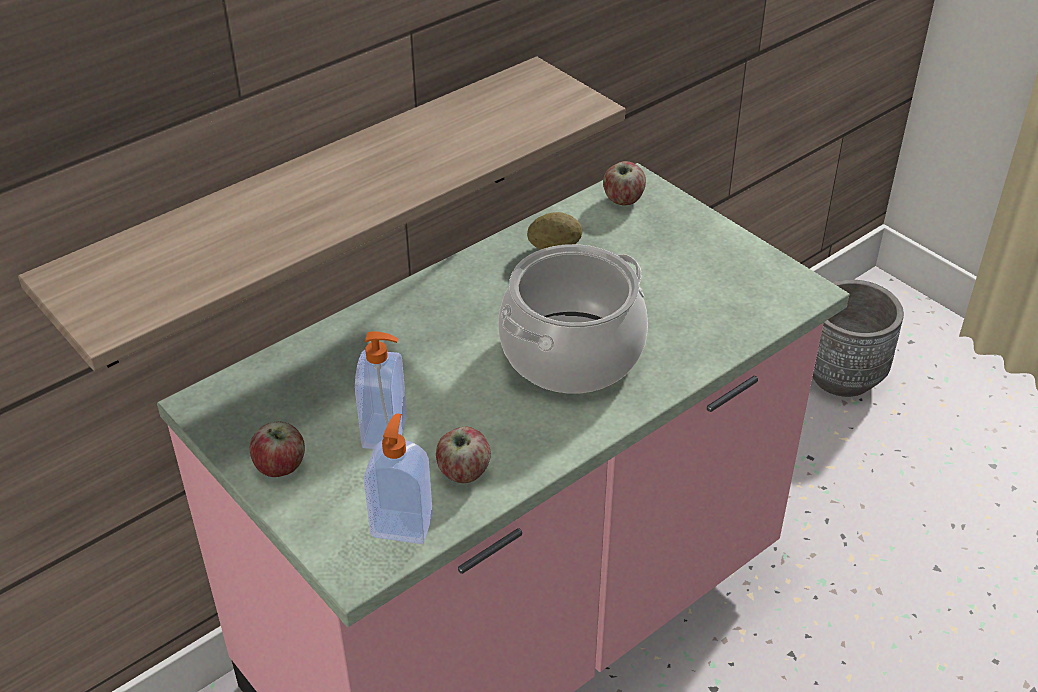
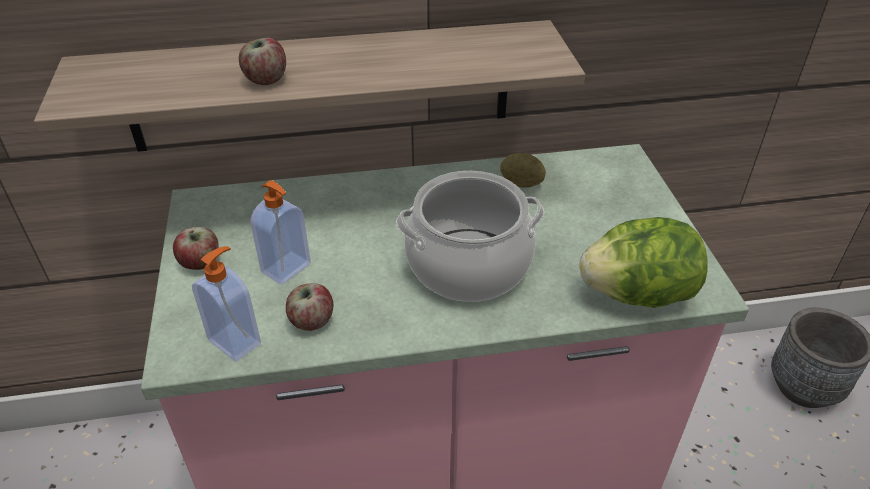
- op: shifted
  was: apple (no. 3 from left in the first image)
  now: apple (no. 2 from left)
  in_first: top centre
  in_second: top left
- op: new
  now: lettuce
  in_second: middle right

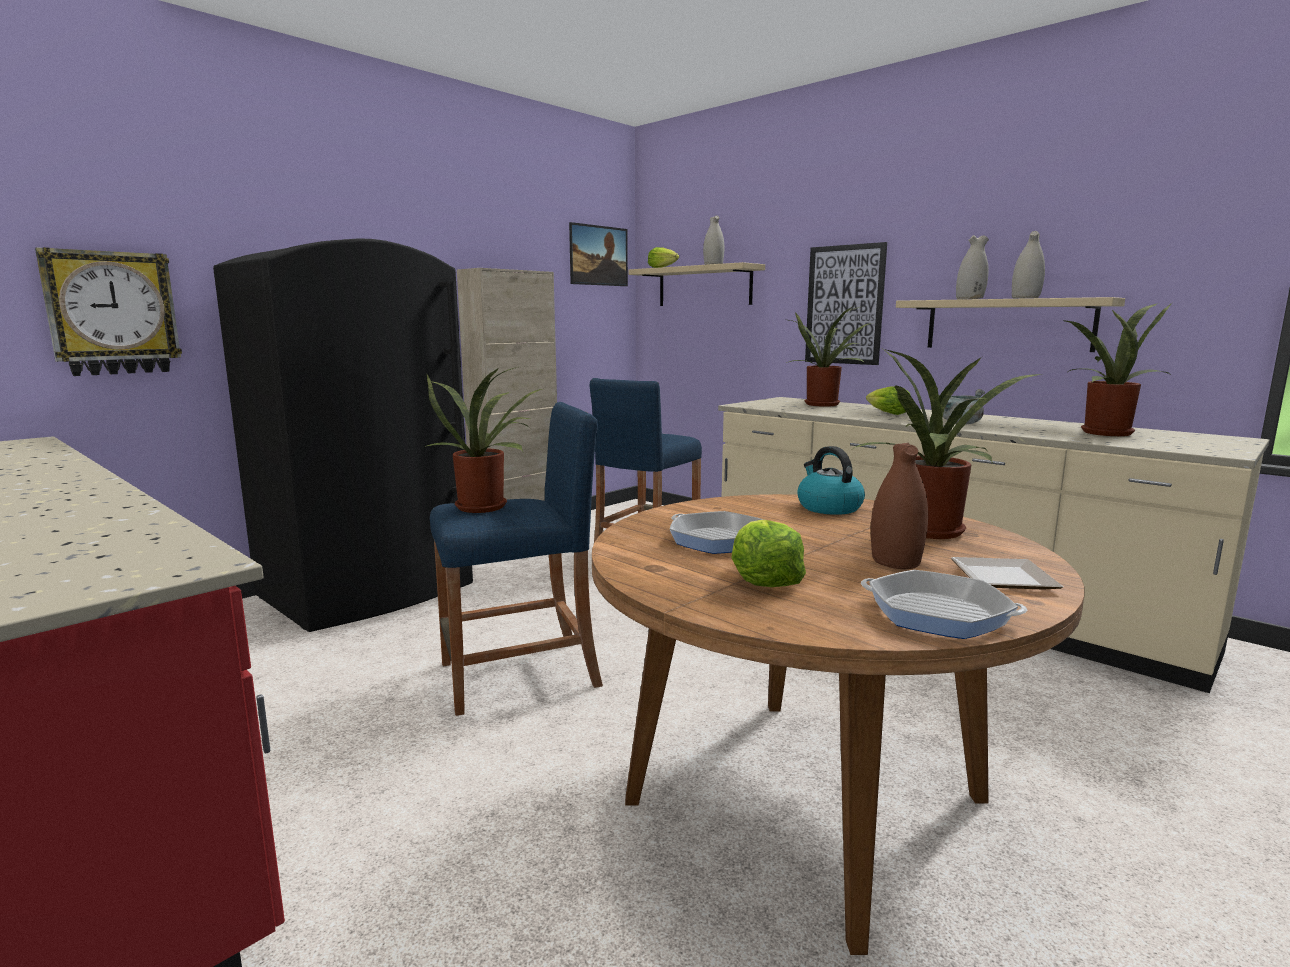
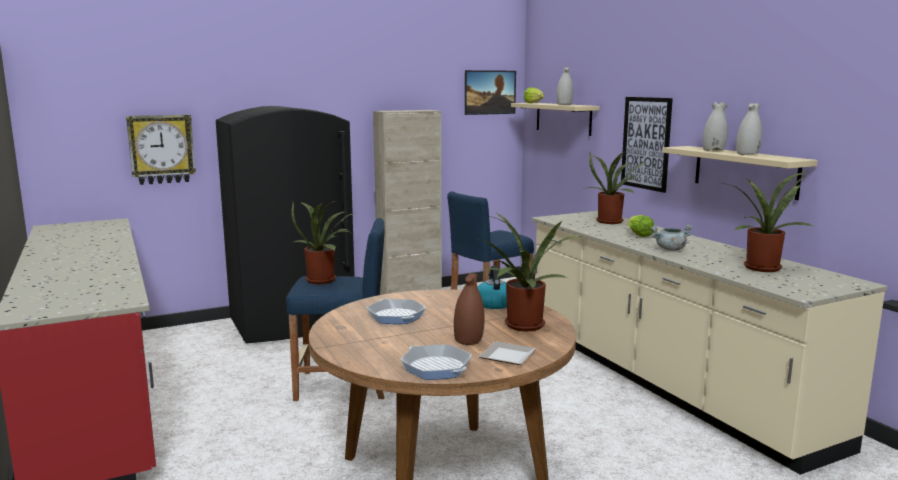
- op: gone
  was: lettuce (no. 2 from left)
  in_first: centre

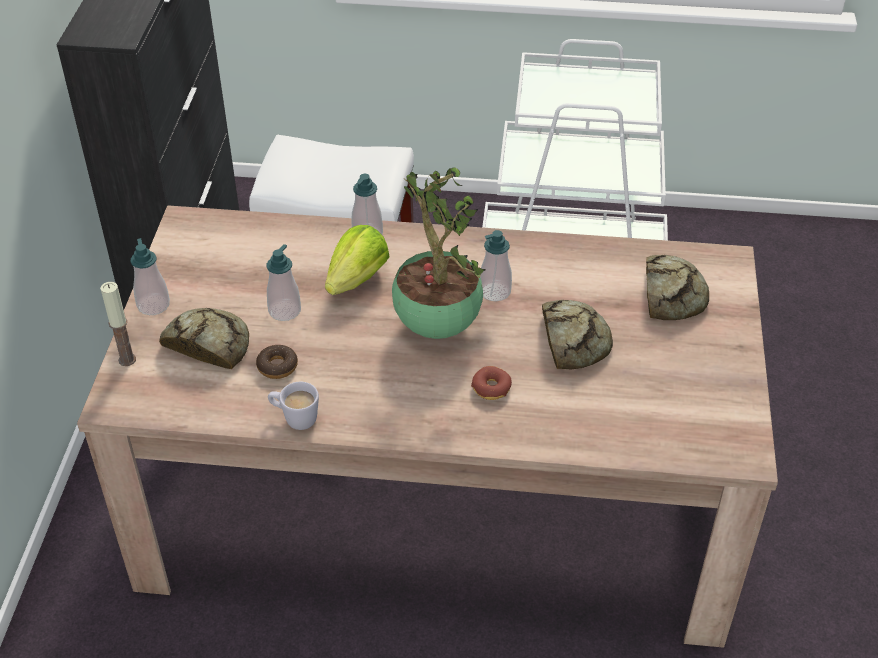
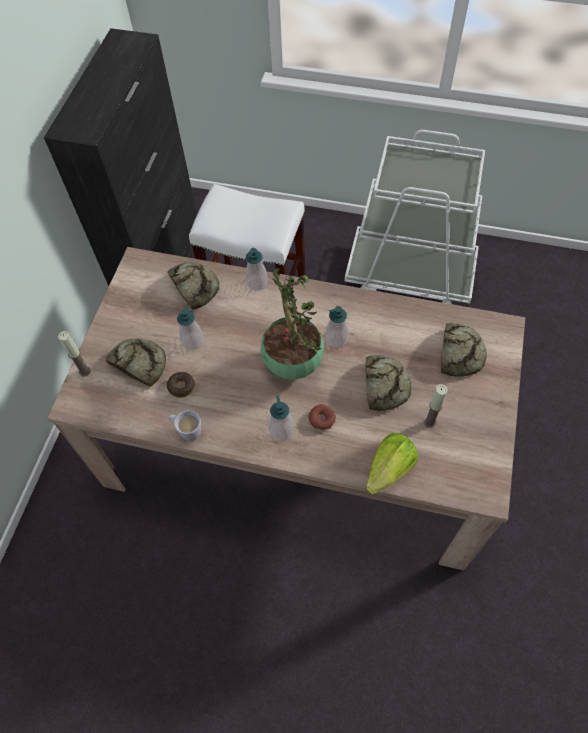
- op: shifted
  was: lettuce
  in_first: centre
  in_second: middle right
- op: shifted
  was: soap dispenser (no. 1 from left in the first image)
  now: soap dispenser (no. 3 from left)
  in_first: middle left
  in_second: centre
- op: new
  now: bread (no. 2 from left)
  in_second: middle left
- op: new
  now: candle (no. 2 from left)
  in_second: middle right

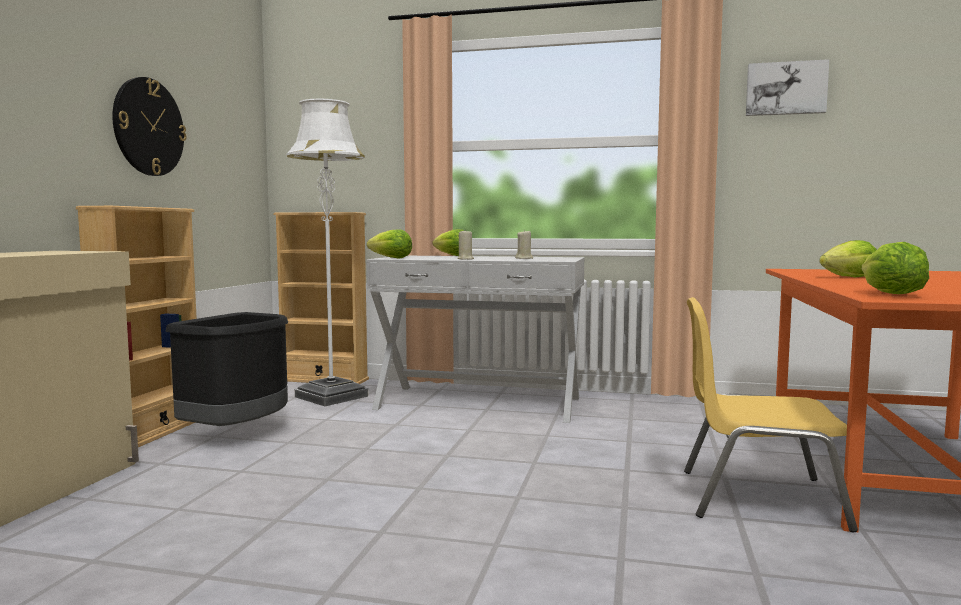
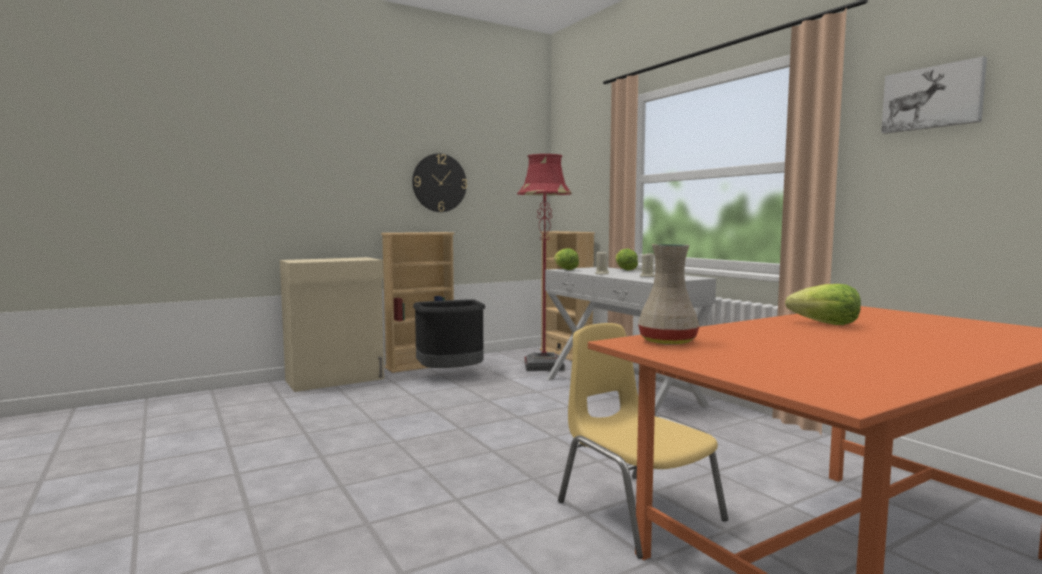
- op: repainted
  was: white floor lamp
  now: red floor lamp
  in_first: centre
  in_second: centre
- op: swapped
  was: lettuce (no. 4 from left)
  now: beige vase
  in_first: middle right
  in_second: centre

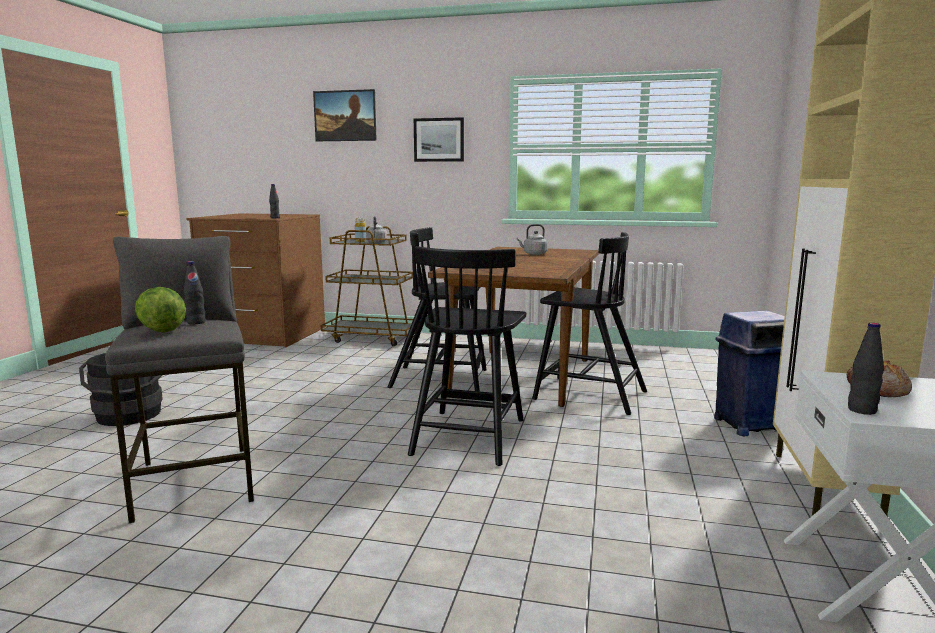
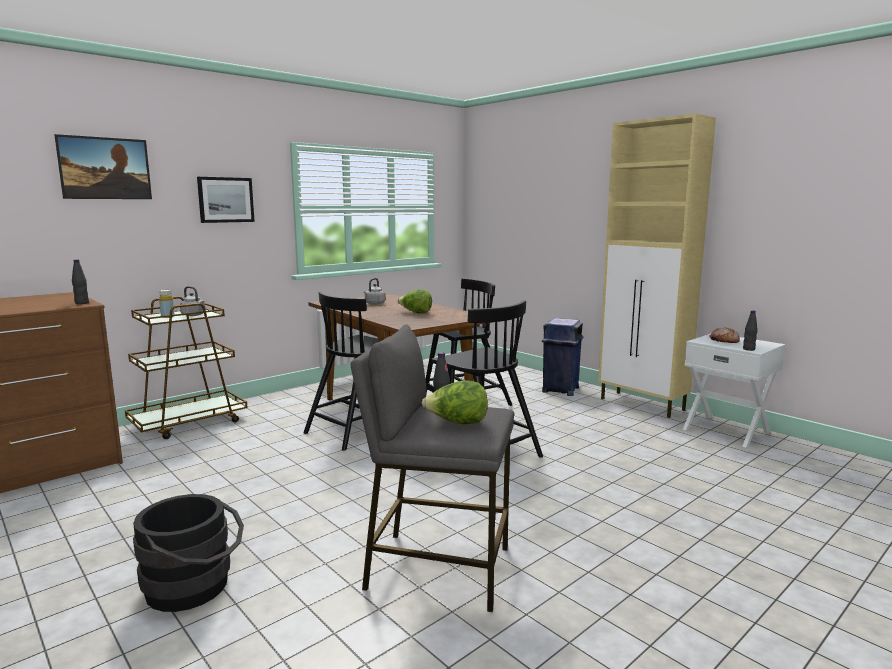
- op: new
  now: lettuce (no. 1 from left)
  in_second: centre

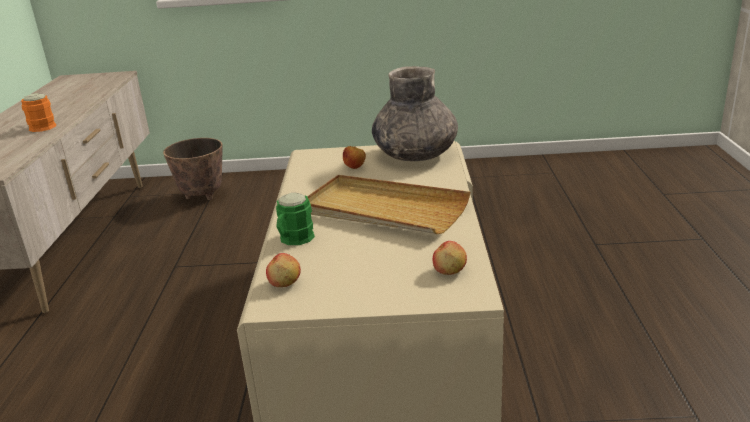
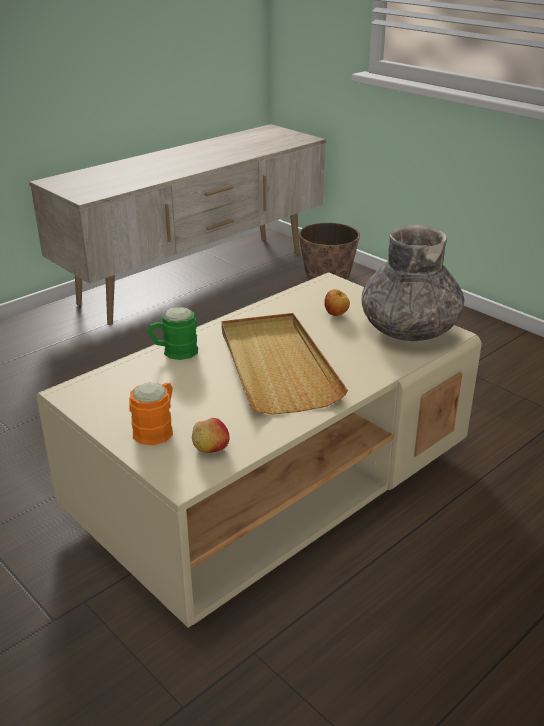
- op: shifted
  was: orange mug
  in_first: top left
  in_second: middle left
- op: gone
  was: apple (no. 1 from left)
  in_first: centre

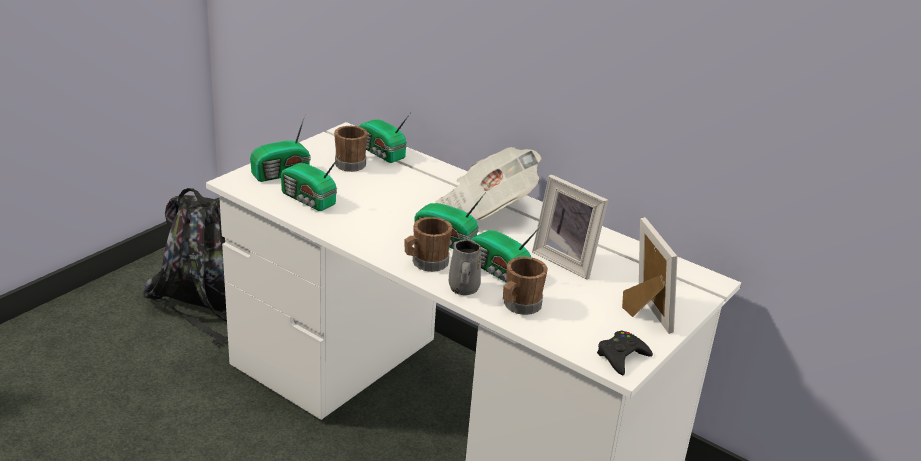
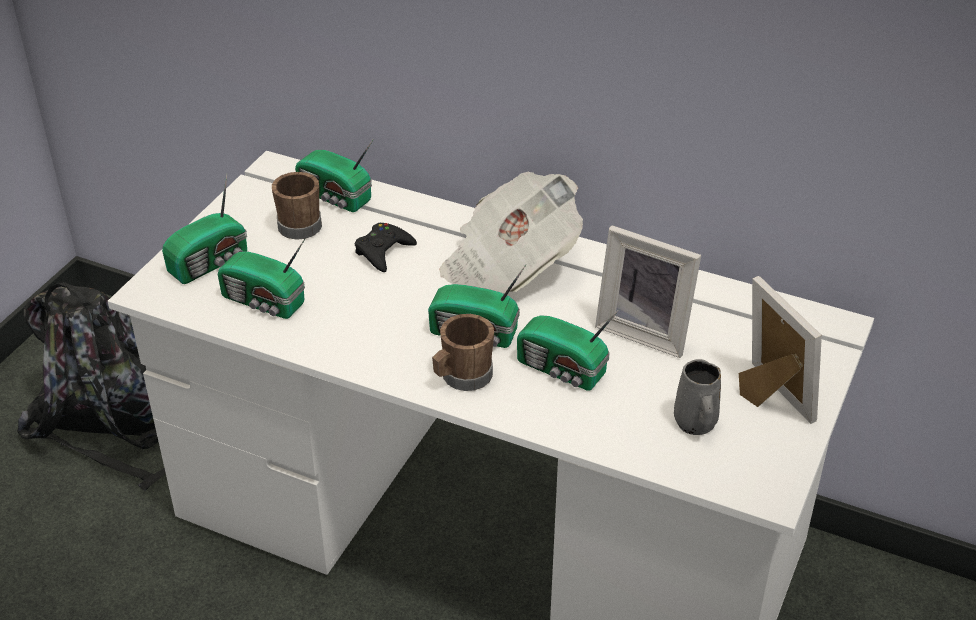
- op: shifted
  was: grey mug
  in_first: centre
  in_second: middle right
- op: gone
  was: brown mug (no. 3 from left)
  in_first: centre
- op: shifted
  was: black game controller
  in_first: bottom right
  in_second: centre

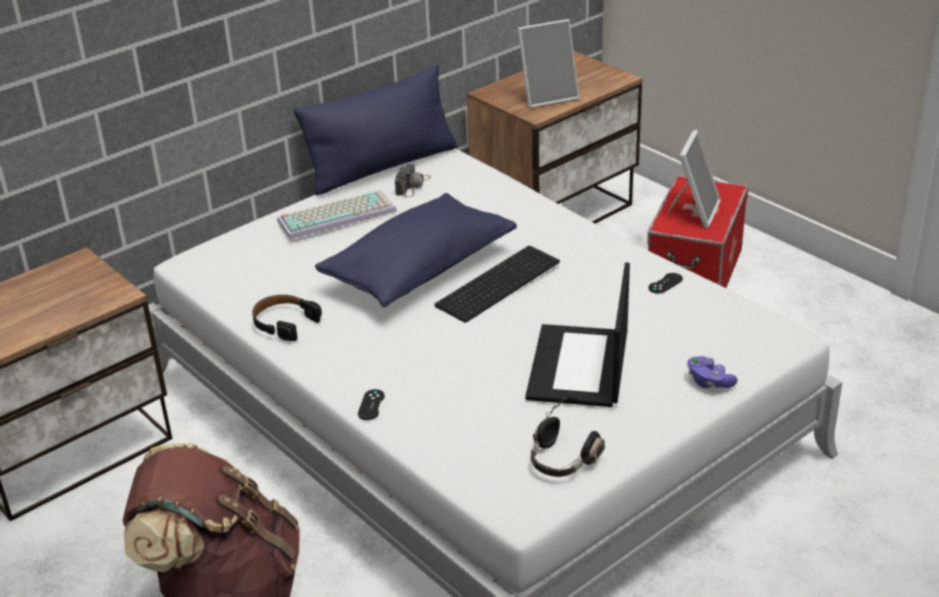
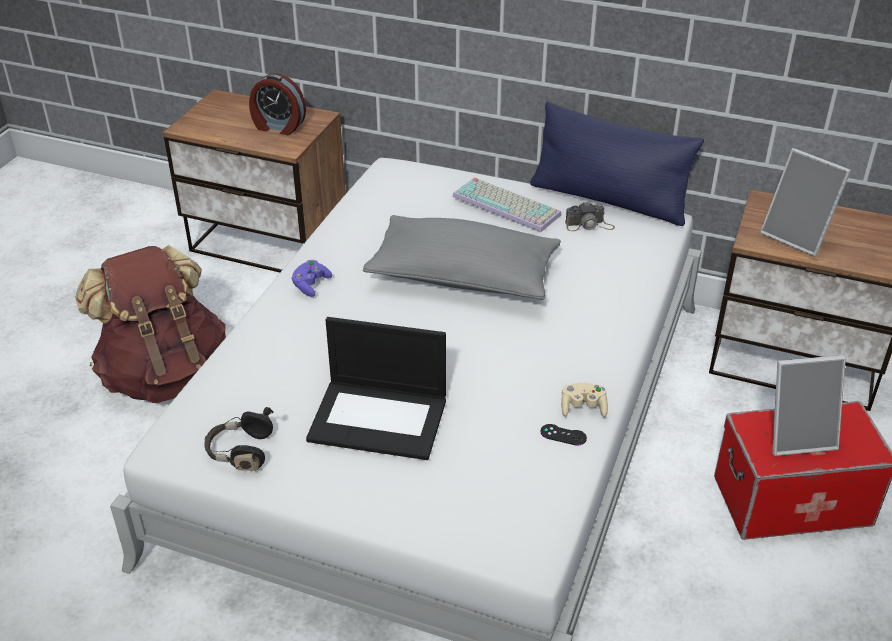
- op: repainted
  was: blue pillow (no. 2 from left)
  now: grey pillow
  in_first: centre
  in_second: centre
- op: gone
  was: keyboard (no. 2 from left)
  in_first: centre
- op: rotated
  was: laptop
  in_first: centre
  in_second: centre
  clockwise: -150
- op: gone
  was: black headphones (no. 1 from left)
  in_first: middle left
- op: shifted
  was: purple game controller
  in_first: middle right
  in_second: centre
- op: gone
  was: black game controller (no. 1 from left)
  in_first: bottom centre
- op: new
  now: alarm clock
  in_second: top left
- op: new
  now: beige game controller
  in_second: centre

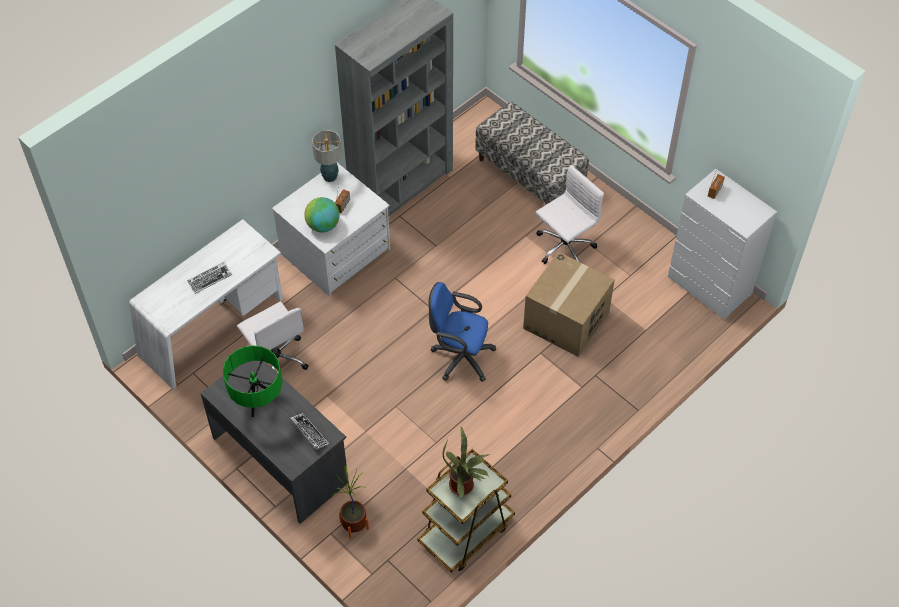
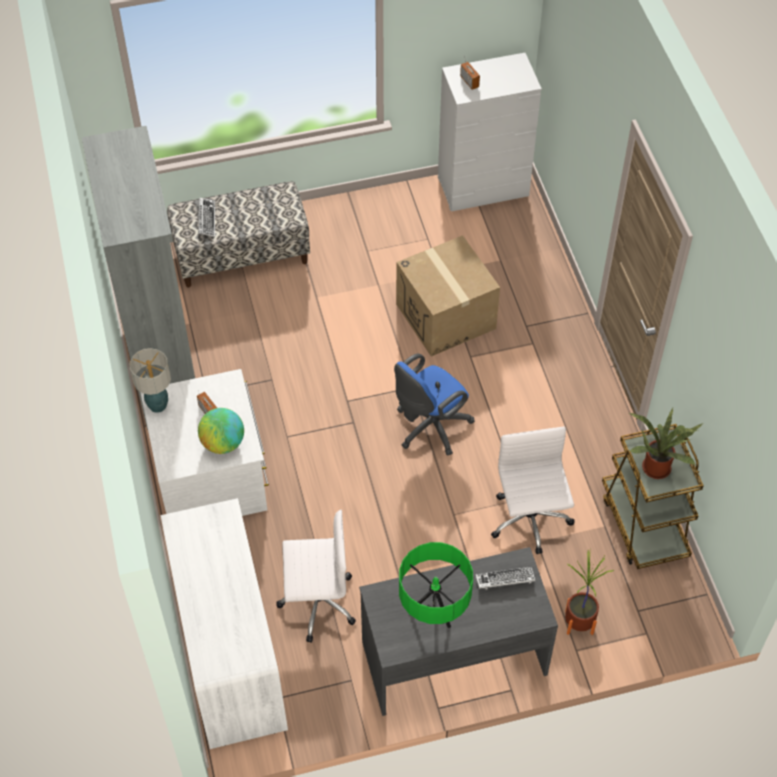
- op: shifted
  was: white office chair (no. 2 from left)
  in_first: centre
  in_second: middle right
- op: shifted
  was: keyboard (no. 1 from left)
  in_first: middle left
  in_second: top left

